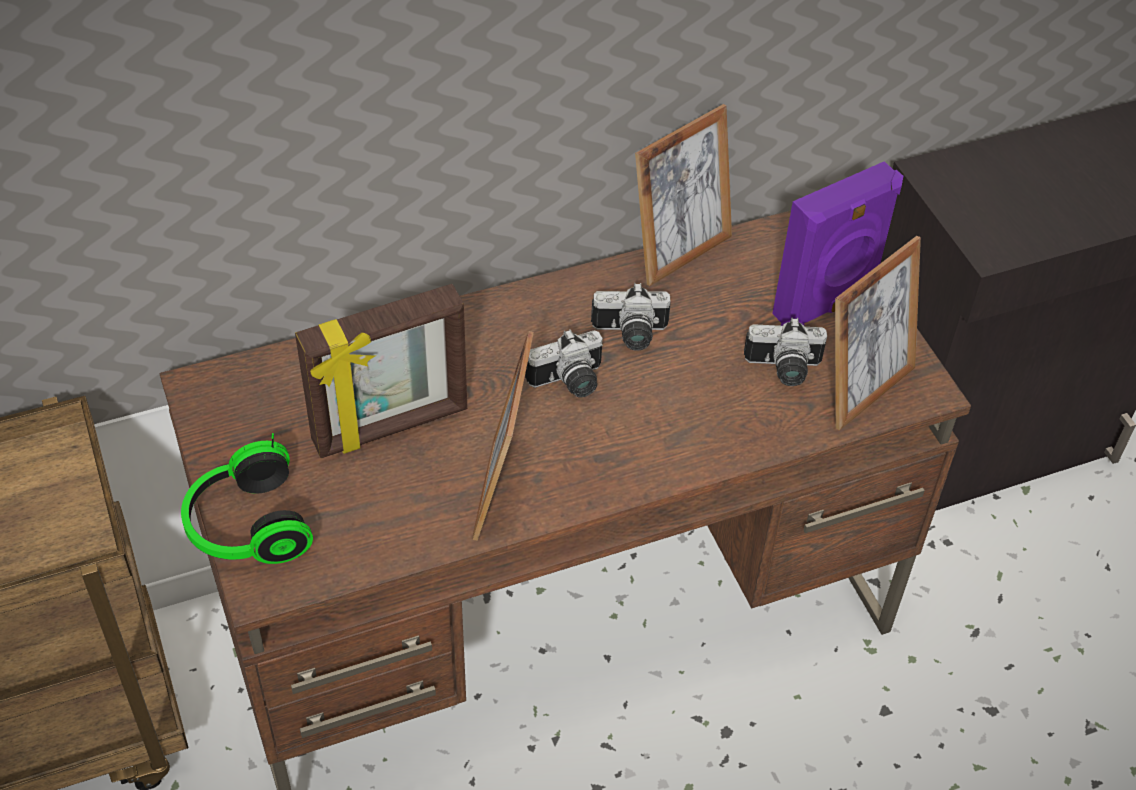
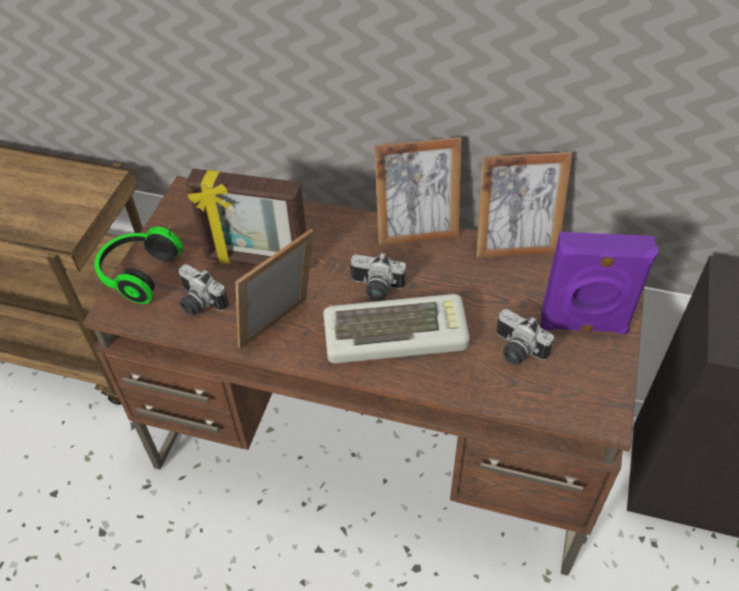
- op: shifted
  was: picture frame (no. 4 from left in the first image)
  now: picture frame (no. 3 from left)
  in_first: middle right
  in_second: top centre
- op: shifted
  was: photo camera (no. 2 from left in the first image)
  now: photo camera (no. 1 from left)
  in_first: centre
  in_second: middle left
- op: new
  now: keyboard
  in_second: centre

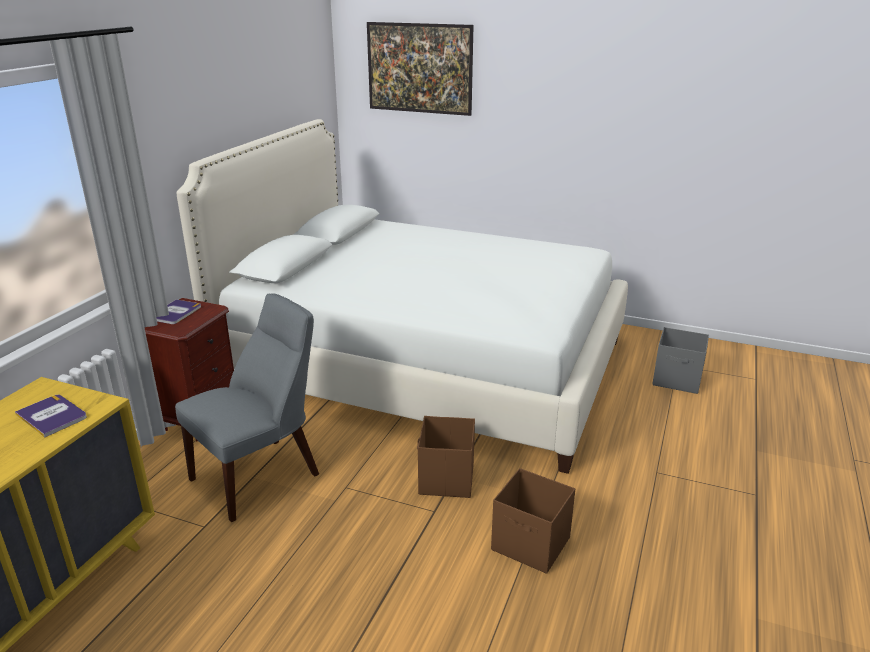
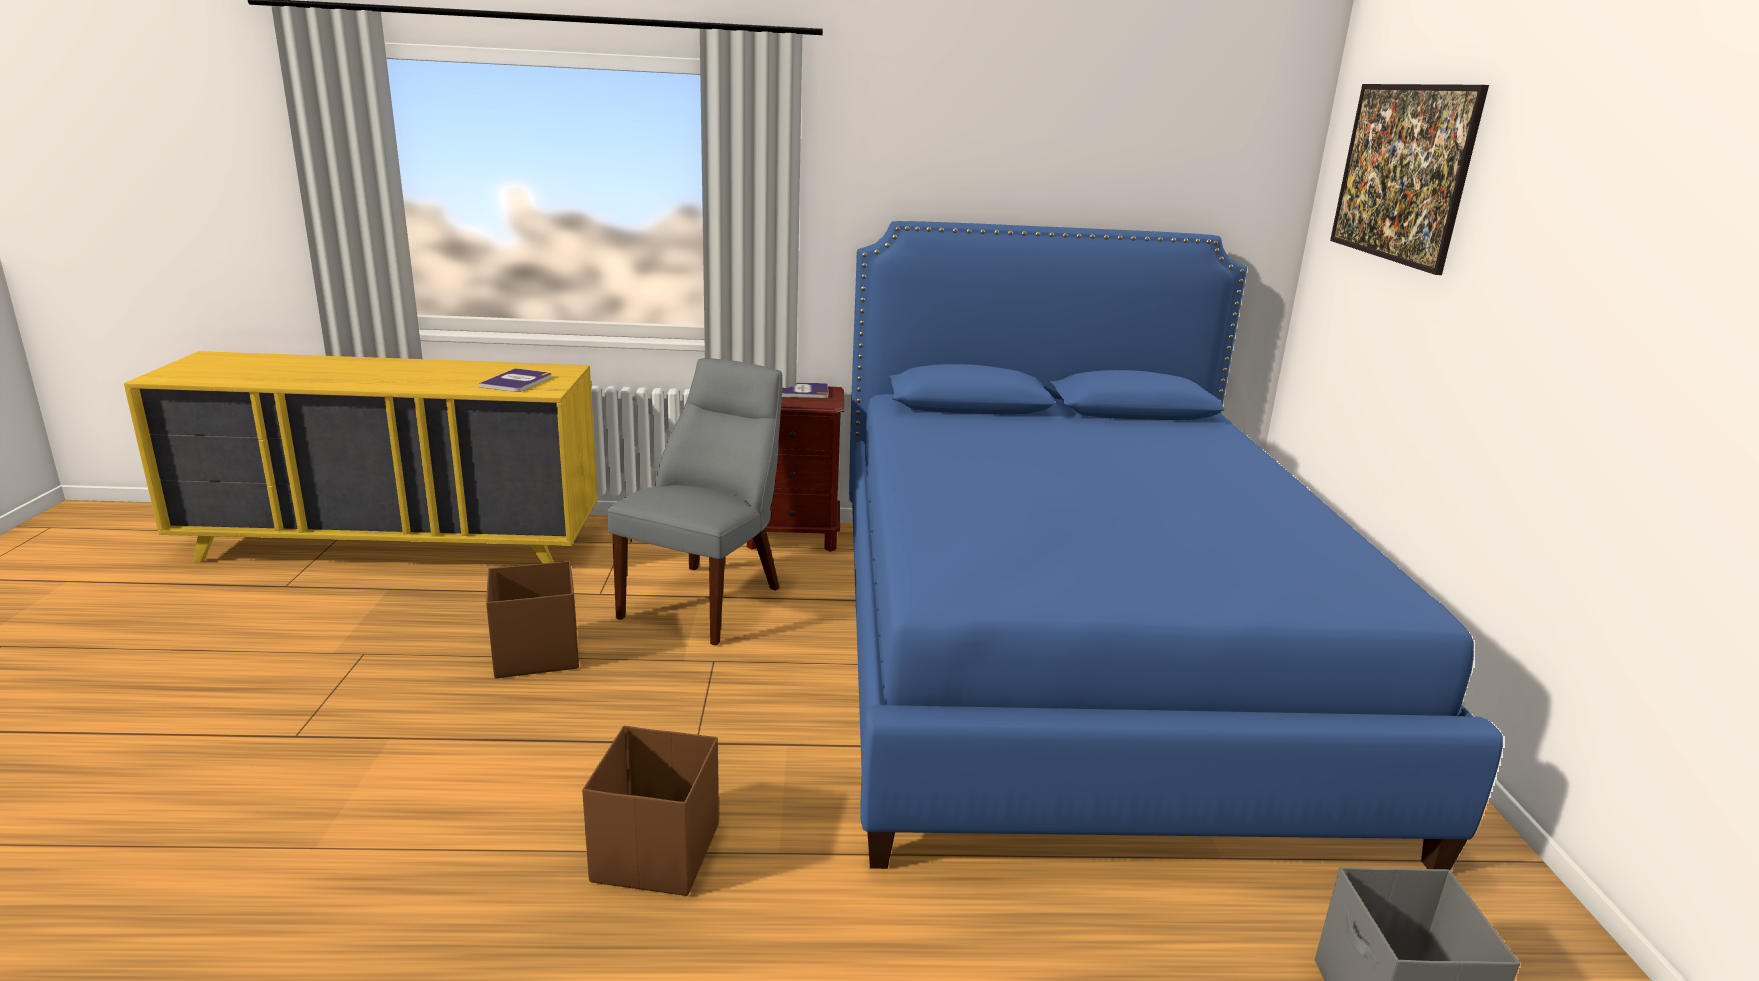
- op: repainted
  was: white bed
  now: blue bed
  in_first: centre
  in_second: middle right
- op: rotated
  was: grey chair
  in_first: middle left
  in_second: centre
  clockwise: -90
- op: shifted
  was: brown storage box (no. 1 from left)
  in_first: bottom centre
  in_second: middle left

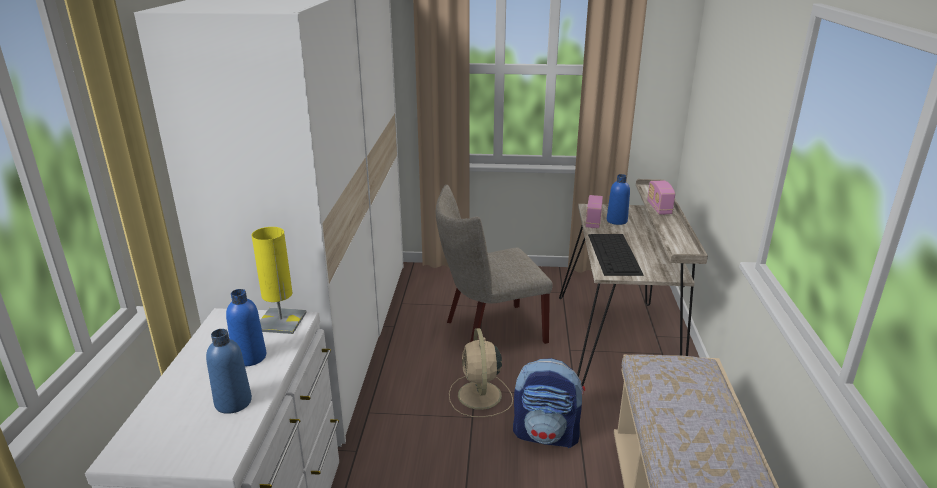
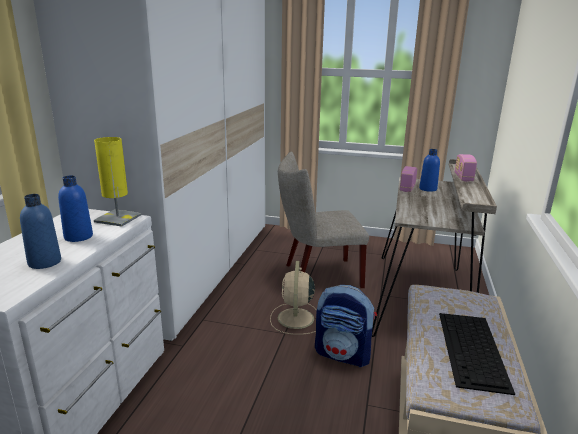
- op: shifted
  was: keyboard
  in_first: centre
  in_second: bottom right

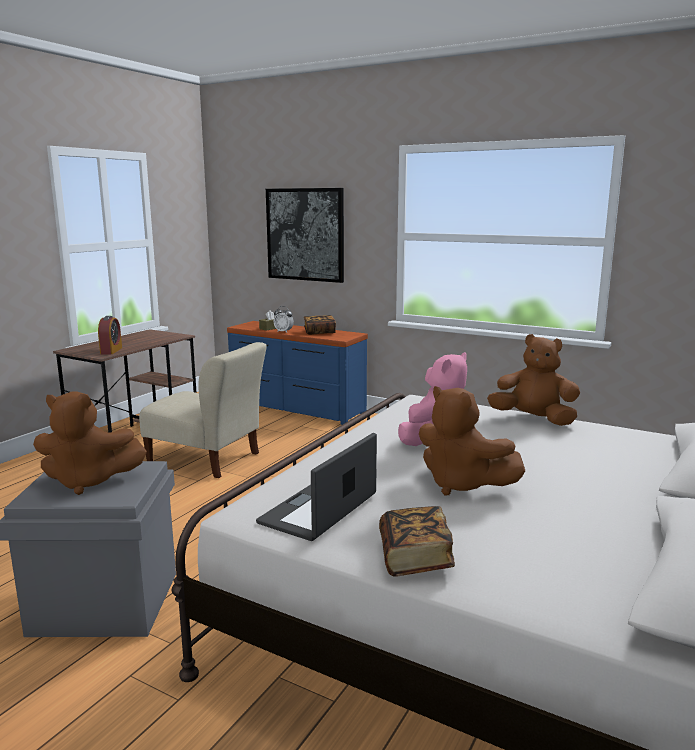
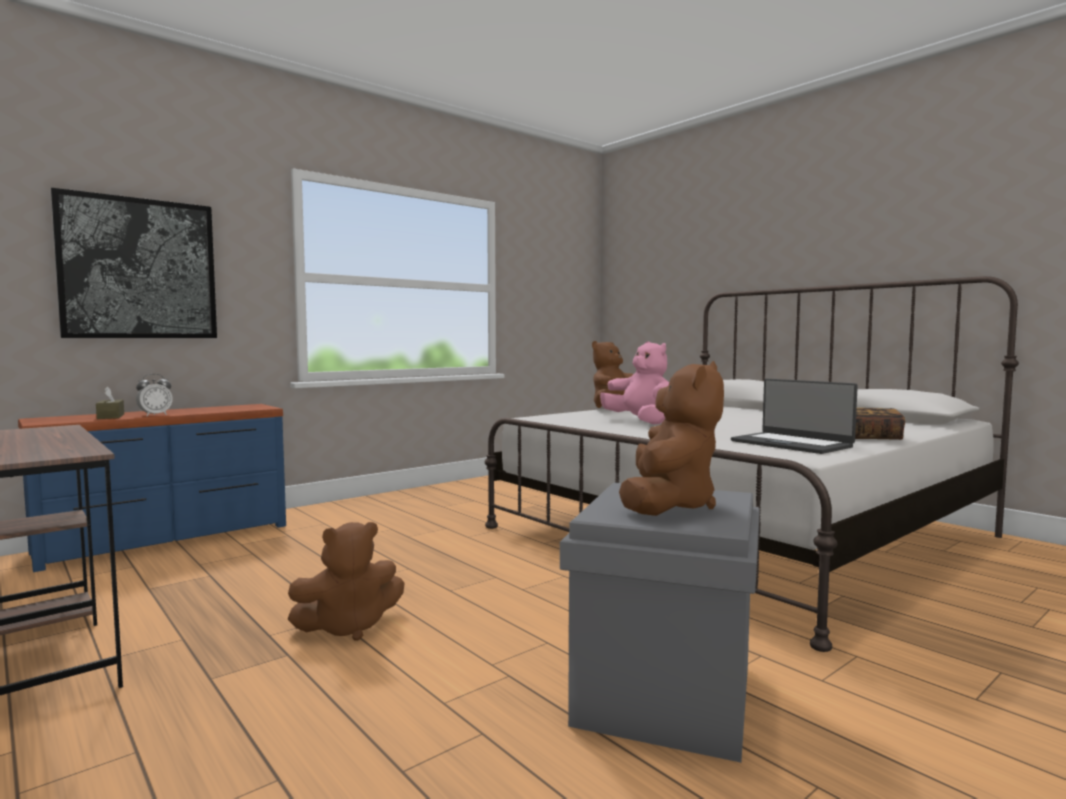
- op: gone
  was: book (no. 1 from left)
  in_first: centre
- op: gone
  was: alarm clock (no. 1 from left)
  in_first: middle left
- op: gone
  was: beige chair
  in_first: middle left
- op: shifted
  was: brown plush toy (no. 2 from left in the first image)
  now: brown plush toy (no. 1 from left)
  in_first: middle right
  in_second: bottom left

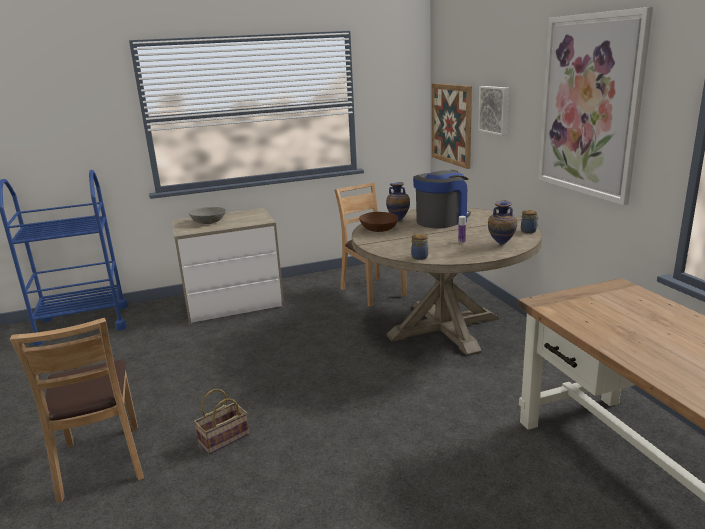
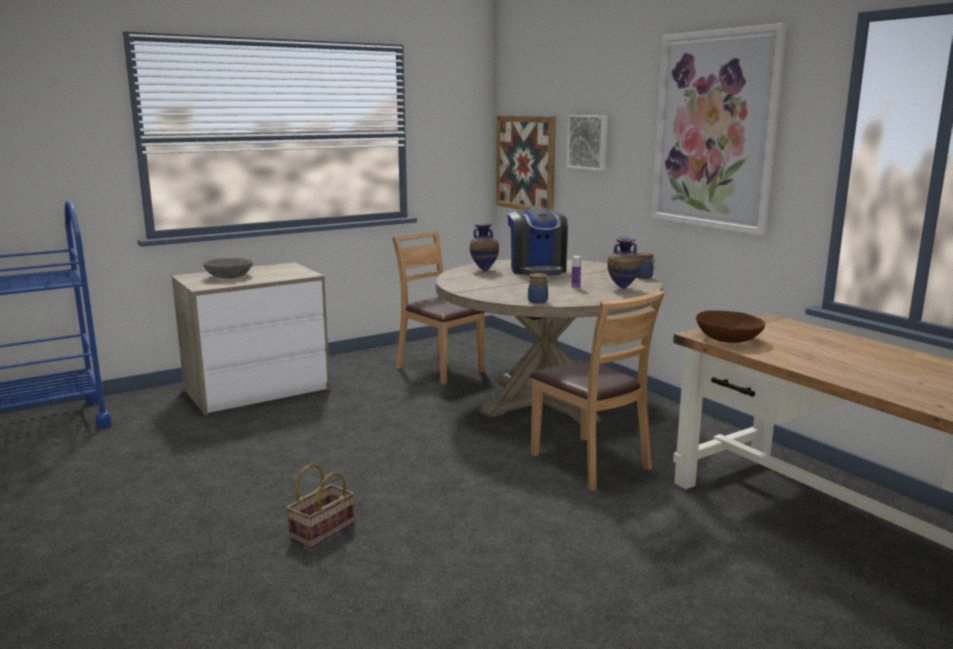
- op: rotated
  was: coffee machine
  in_first: centre
  in_second: centre
  clockwise: 135
- op: shifted
  was: brown bowl
  in_first: centre
  in_second: middle right
- op: shifted
  was: brown chair (no. 1 from left in the first image)
  now: brown chair (no. 2 from left)
  in_first: bottom left
  in_second: centre

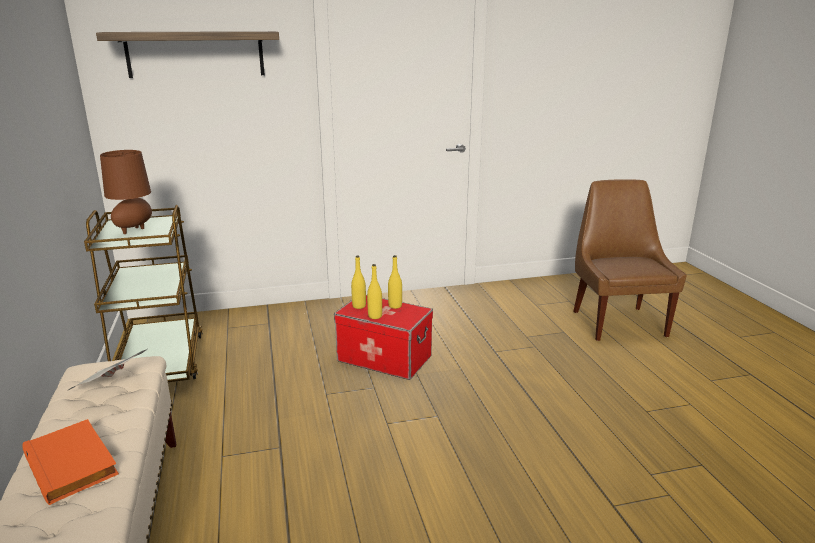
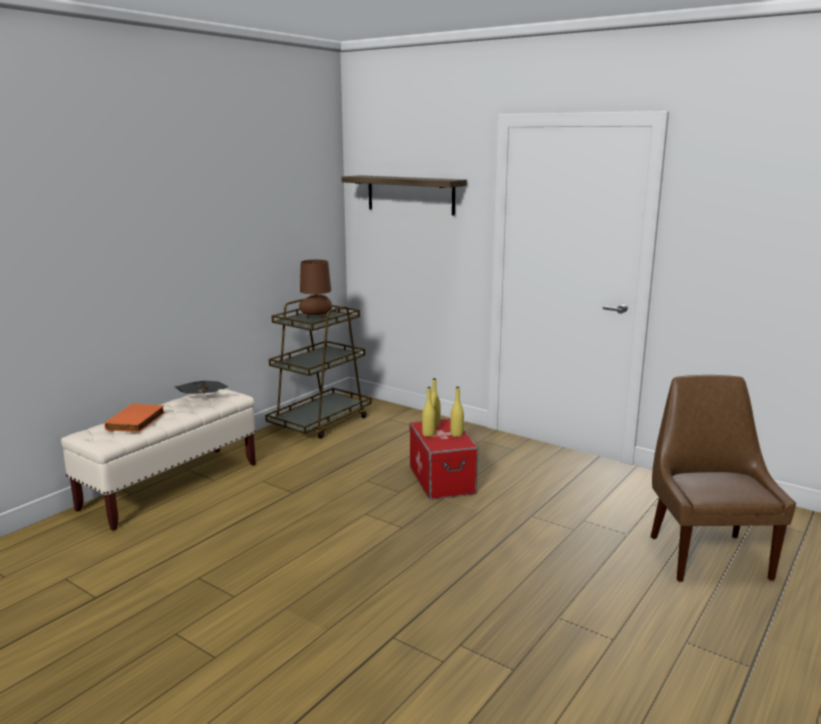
- op: rotated
  was: brown chair
  in_first: middle right
  in_second: middle right
  clockwise: -45

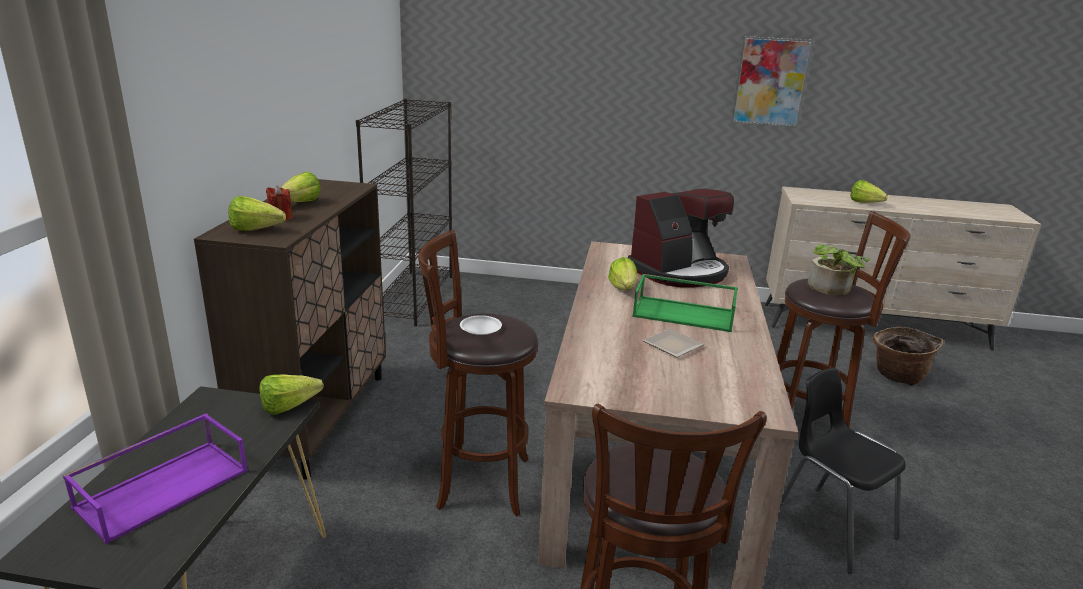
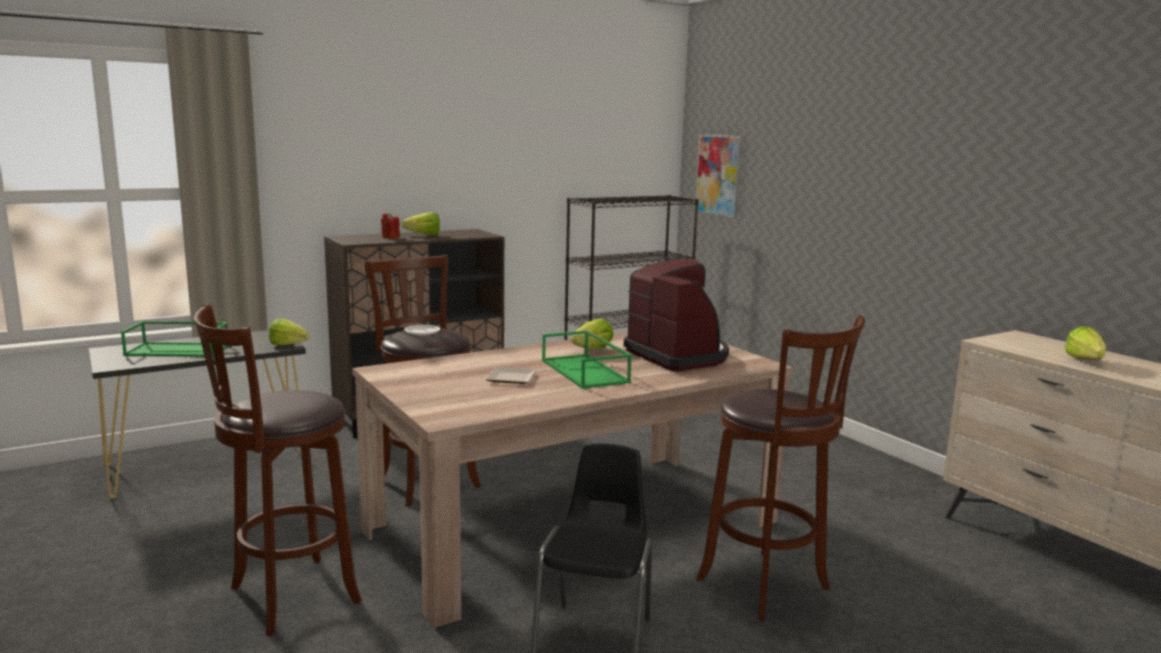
- op: shifted
  was: picture
  in_first: top right
  in_second: top centre
- op: rotated
  was: coffee machine
  in_first: centre
  in_second: centre
  clockwise: -135
- op: gone
  was: lettuce (no. 1 from left)
  in_first: middle left
- op: gone
  was: potted plant
  in_first: middle right
- op: gone
  was: basket
  in_first: middle right
- op: repainted
  was: purple tray
  now: green tray (no. 1 from left)
  in_first: bottom left
  in_second: middle left

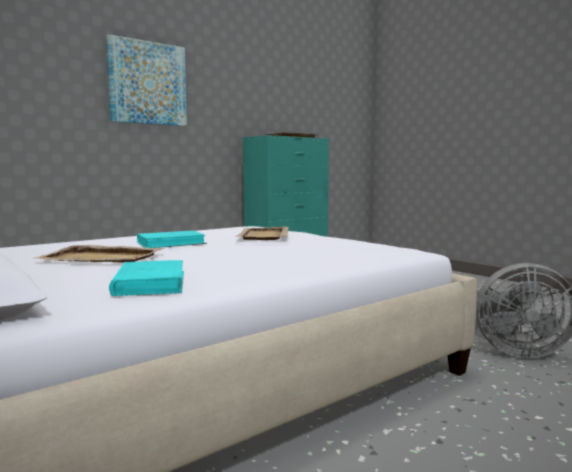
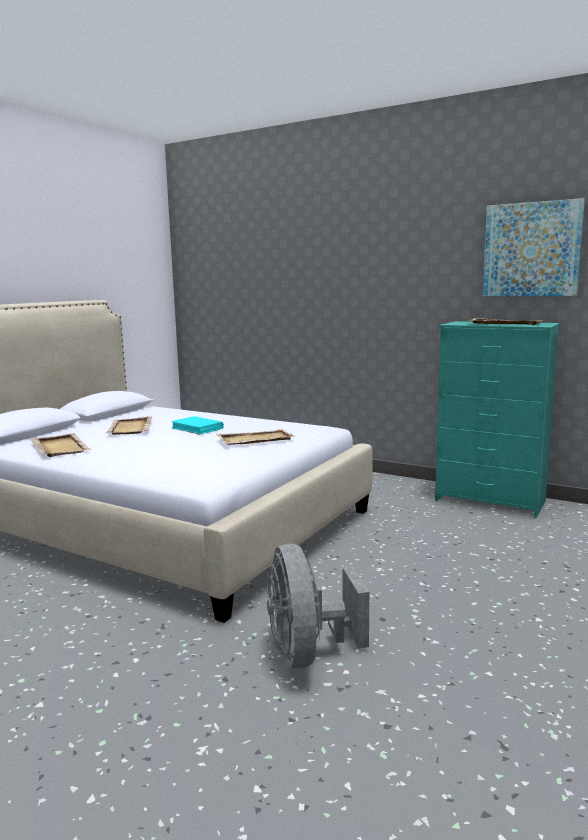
- op: shifted
  was: picture
  in_first: top left
  in_second: top right
- op: swapped
  was: turquoise book (no. 1 from left)
  now: beige tray (no. 1 from left)
  in_first: middle left
  in_second: middle left

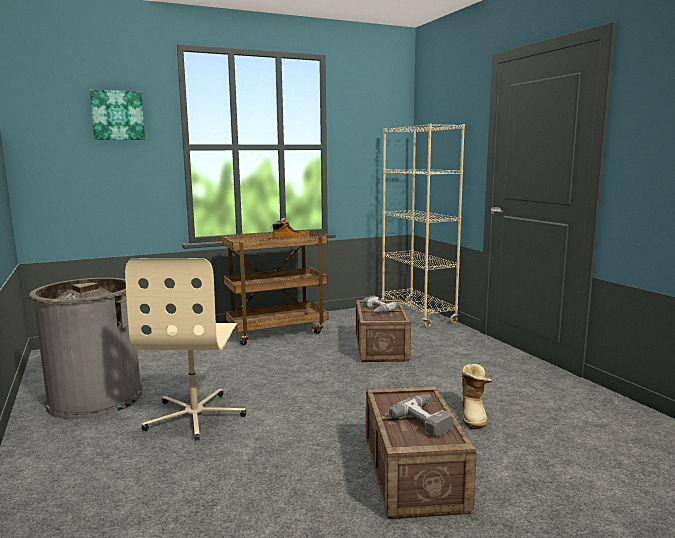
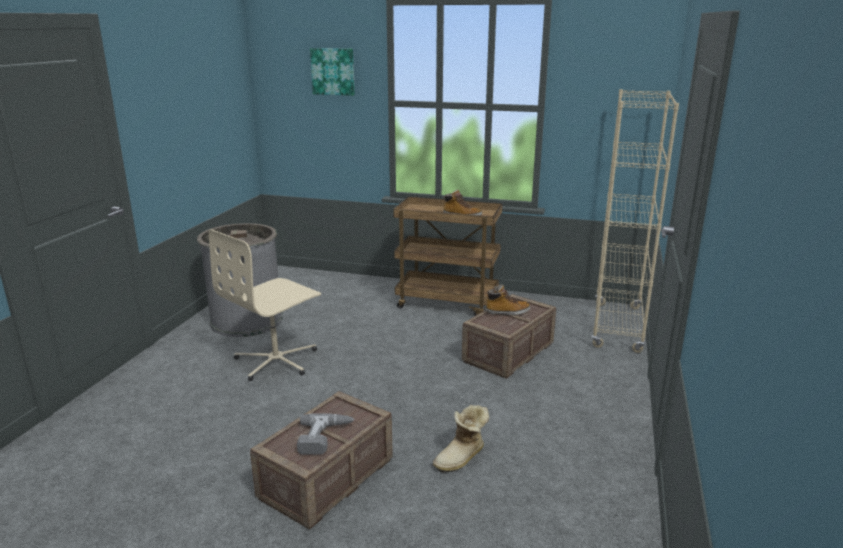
- op: swapped
  was: power drill (no. 1 from left)
  now: boot (no. 3 from left)
  in_first: centre
  in_second: centre

